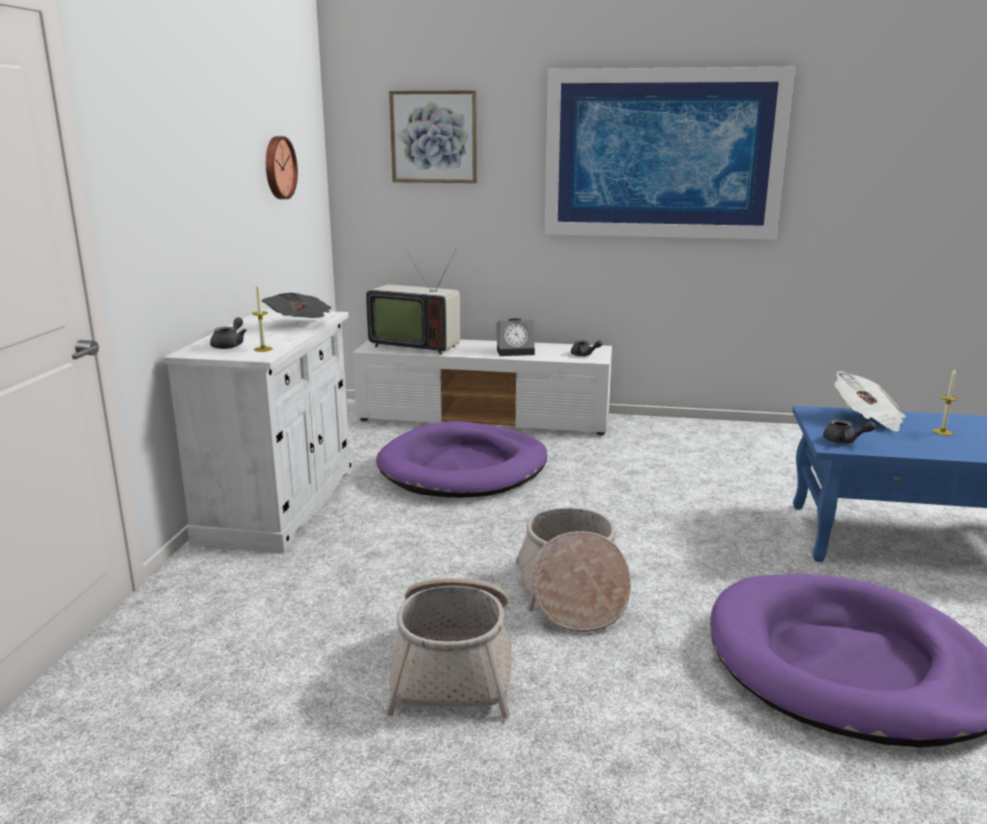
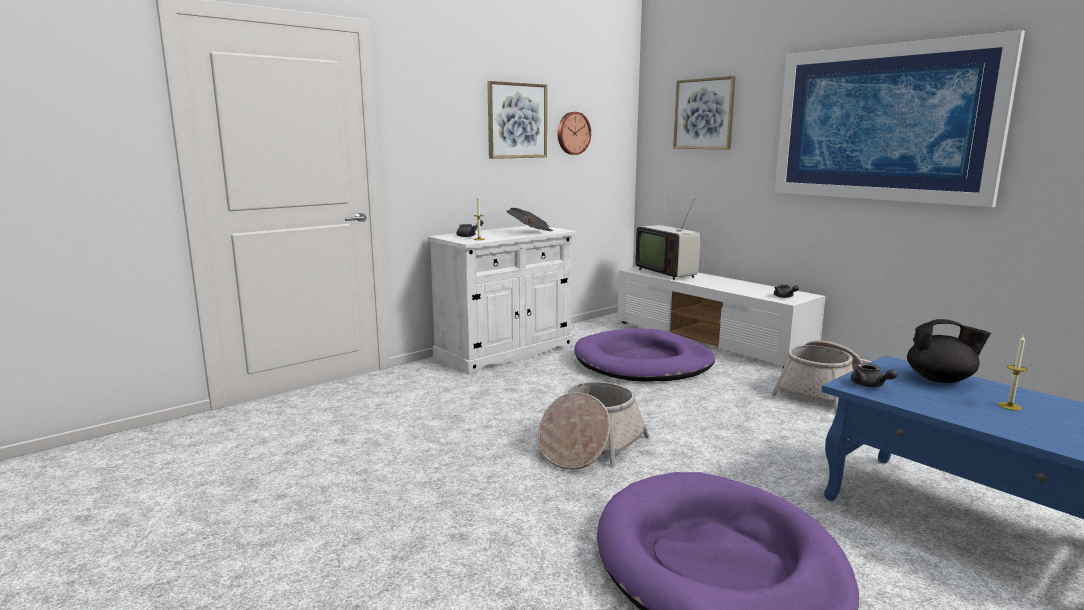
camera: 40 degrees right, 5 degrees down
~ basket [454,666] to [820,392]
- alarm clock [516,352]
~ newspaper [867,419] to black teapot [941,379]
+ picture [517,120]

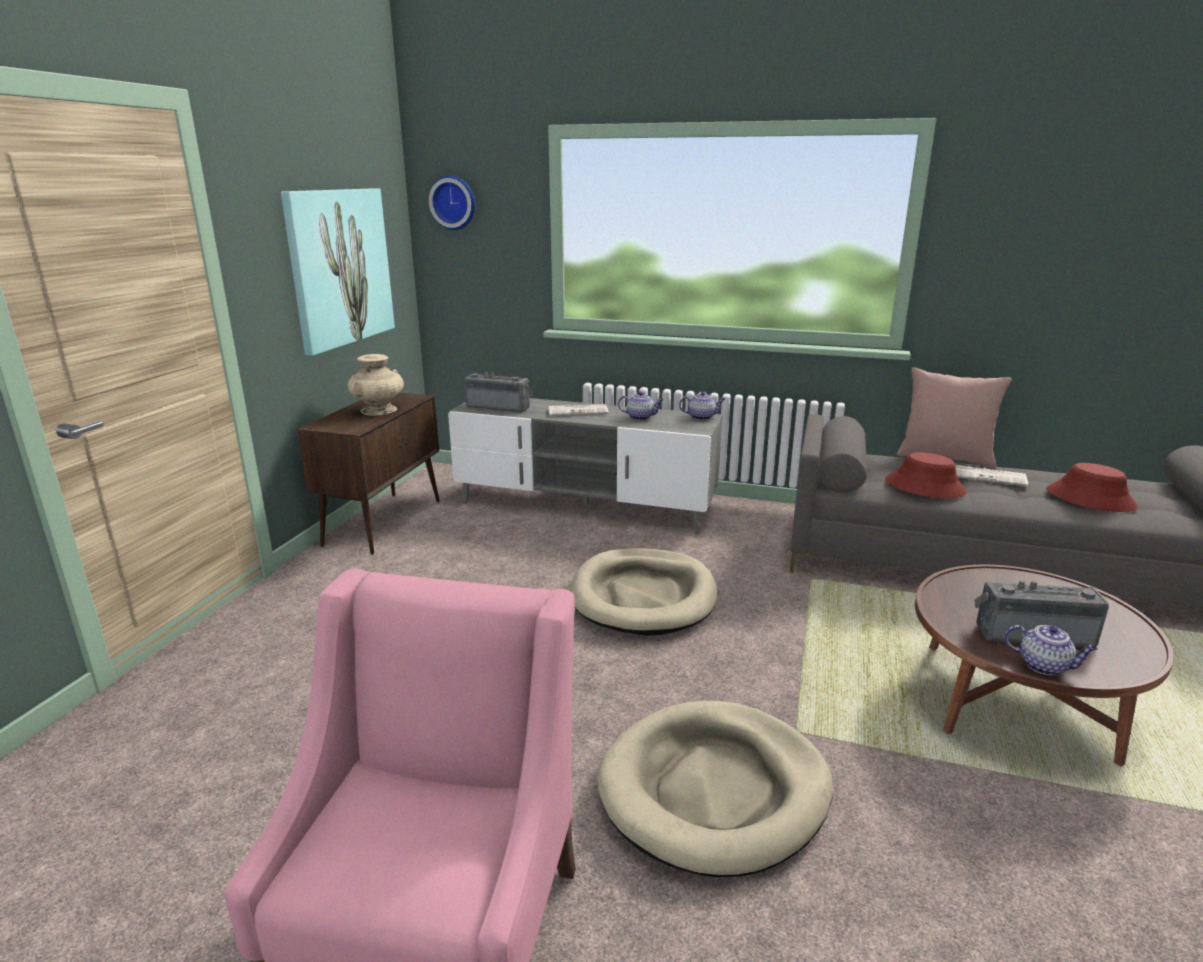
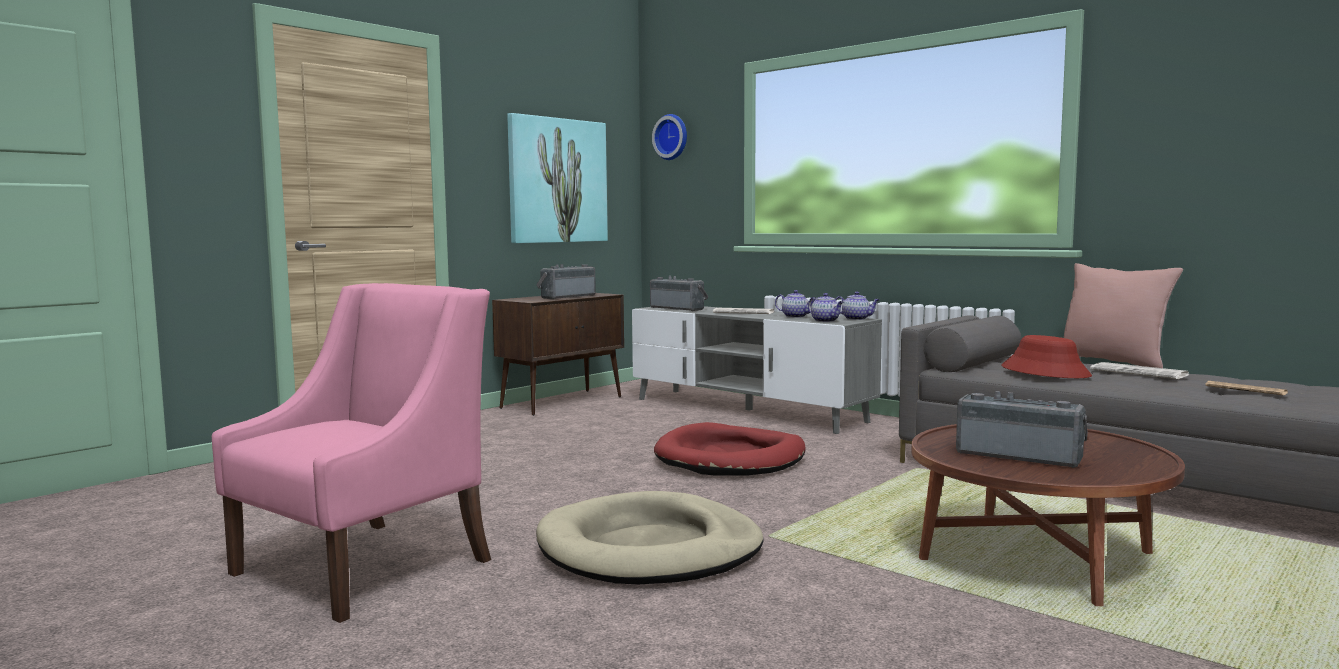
camera: 25 degrees right, 15 degrees down
~ beige vase [379,410] to radio [566,296]
~ beige dog bed [643,596] to red dog bed [731,458]
~ teapot [1044,666] to [826,321]
~ red hat [1090,499] to newspaper [1246,389]

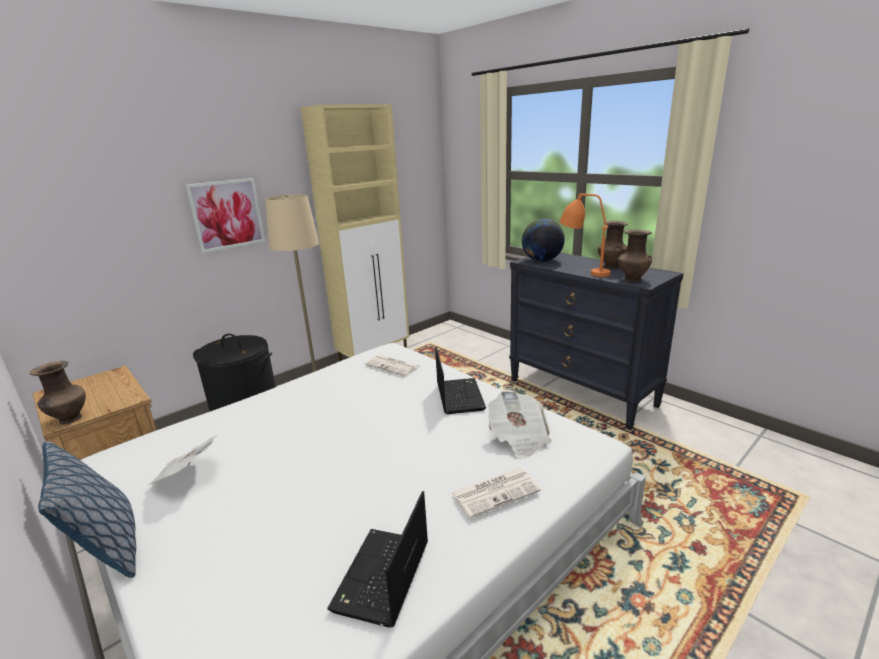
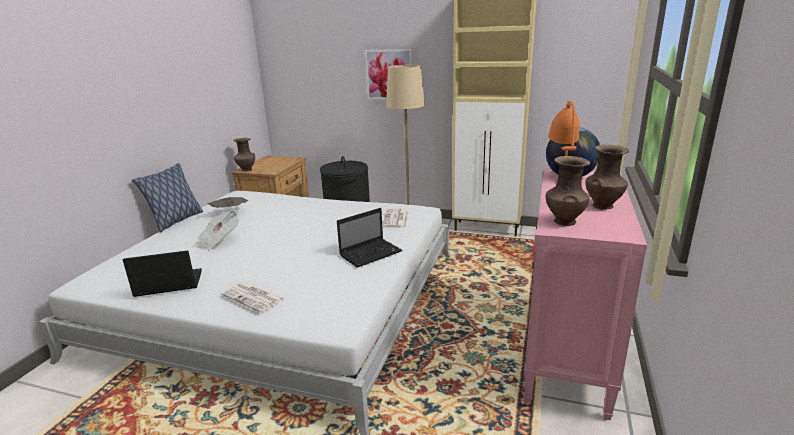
camera: 60 degrees right, 0 degrees up
~ newspaper [518,438] to [218,241]
~ black dresser [582,393] to pink dresser [566,351]

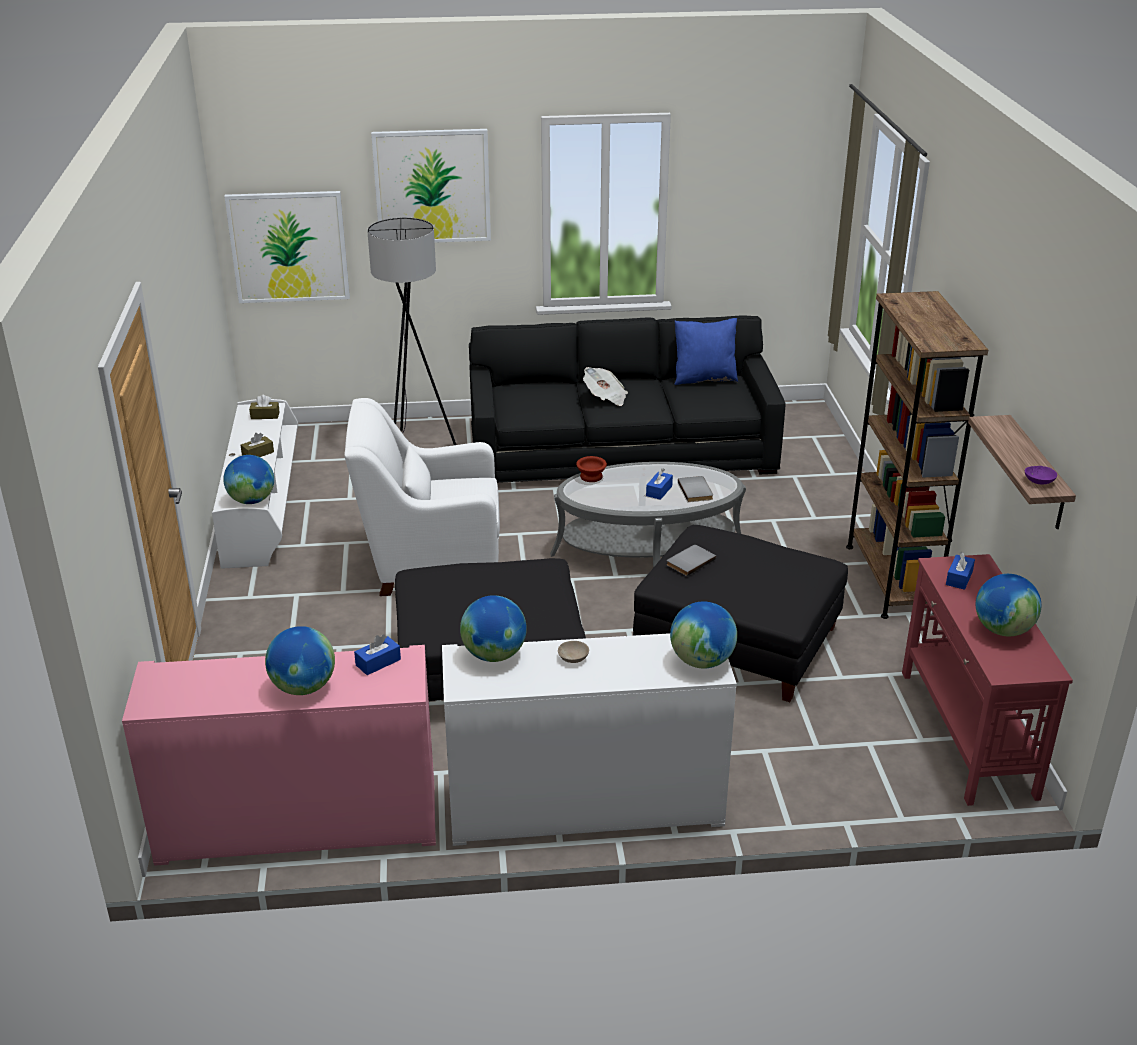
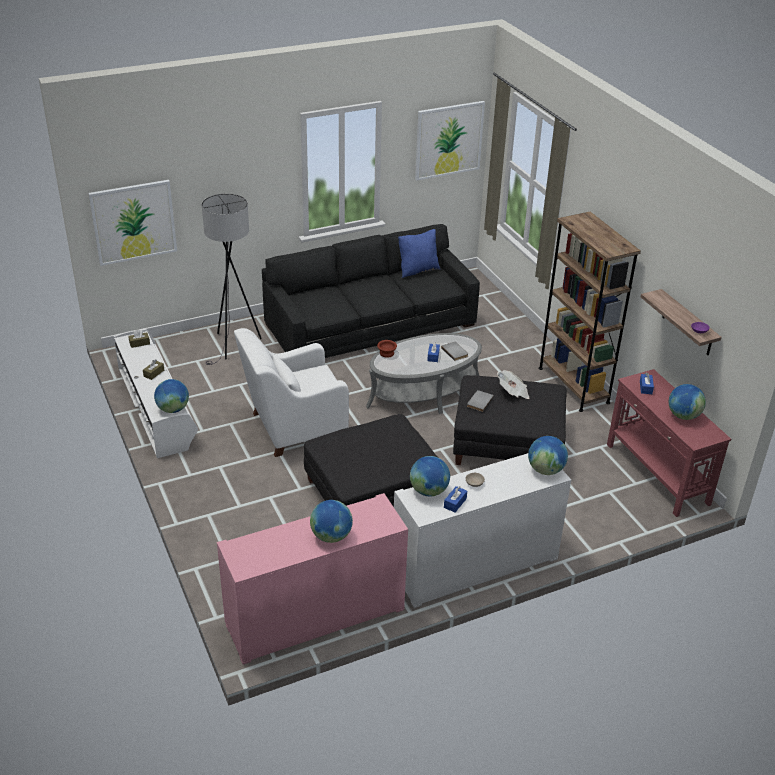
camera: 20 degrees left, 5 degrees up
~ blue tissue box [378,662] to [455,503]
~ picture [432,186] to [448,140]
~ newspaper [605,397] to [513,392]

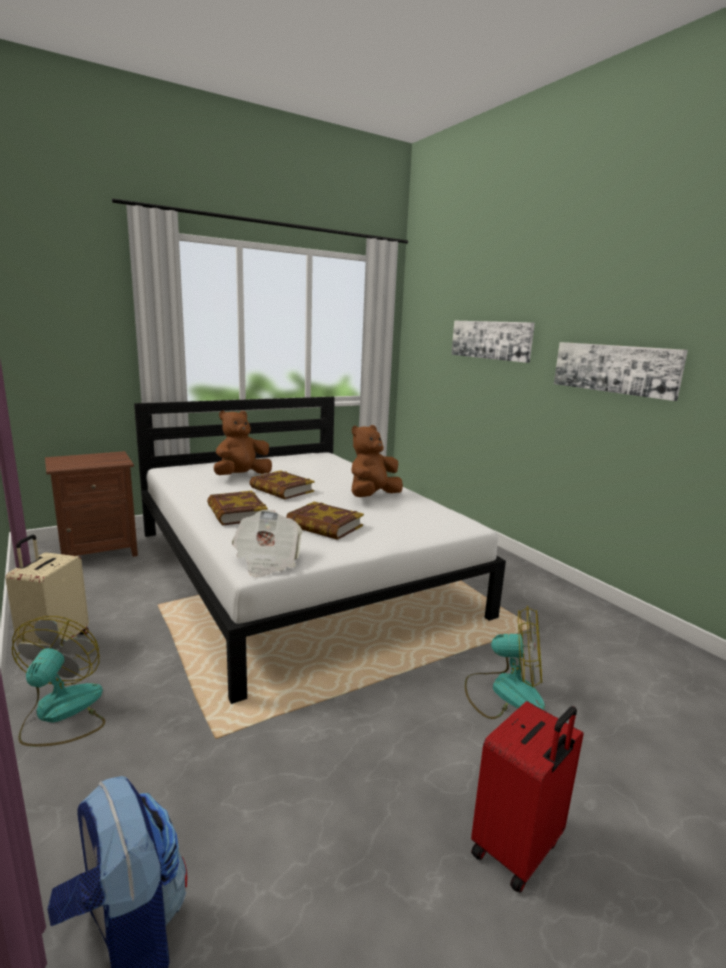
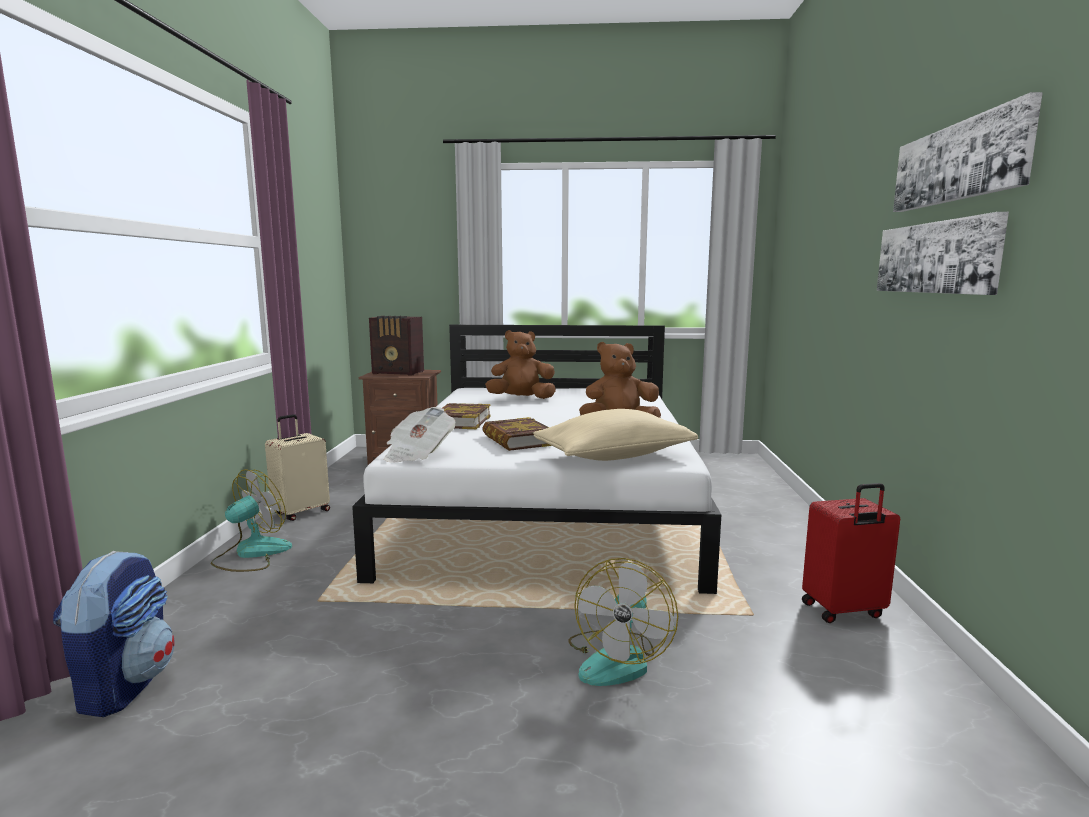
camera: 35 degrees right, 5 degrees down
- book [281,490]
~ picture [491,340] to [959,162]
~ fan [504,692] = [618,659] 60 degrees clockwise
~ red suitcase [518,849] to [843,611]
+ radio [398,373]
+ beige pillow [614,457]

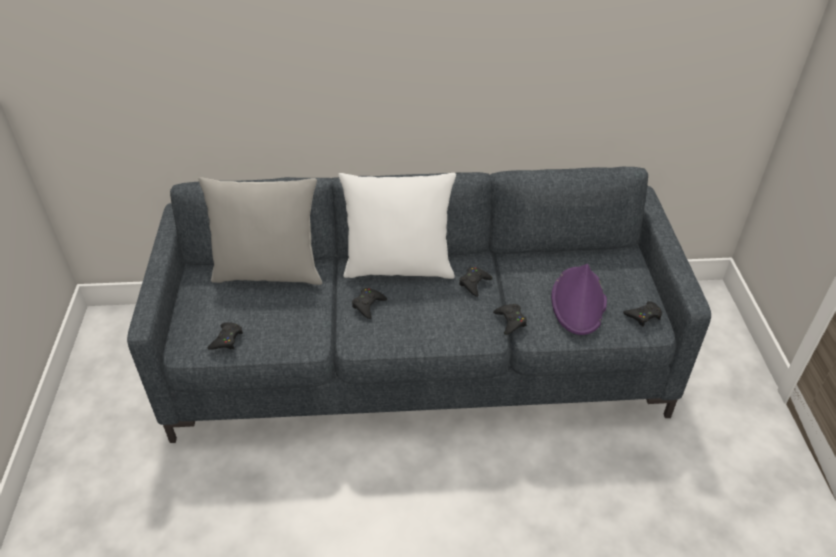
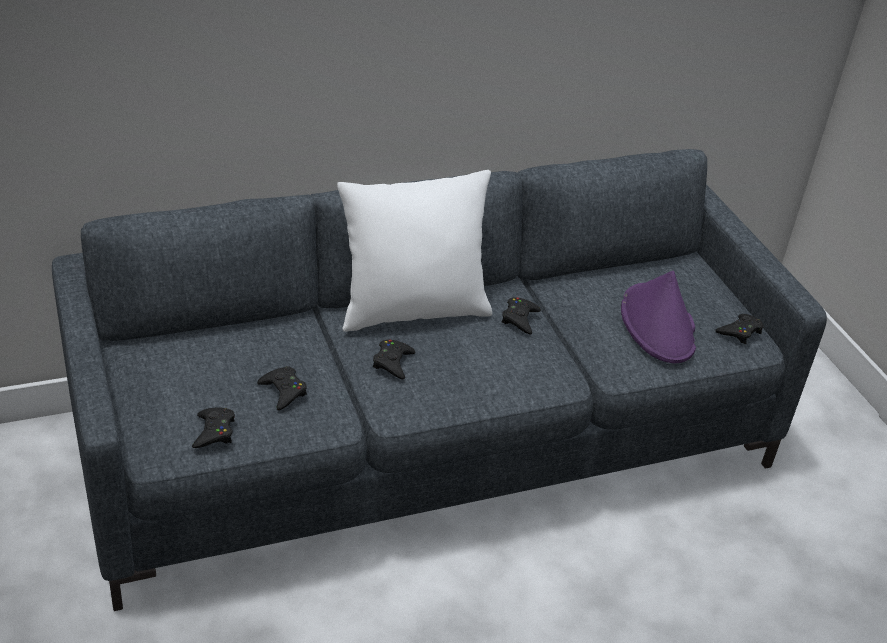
camera: 20 degrees left, 5 degrees down
- grey pillow [269,272]
~ black game controller [510,321] to [283,391]

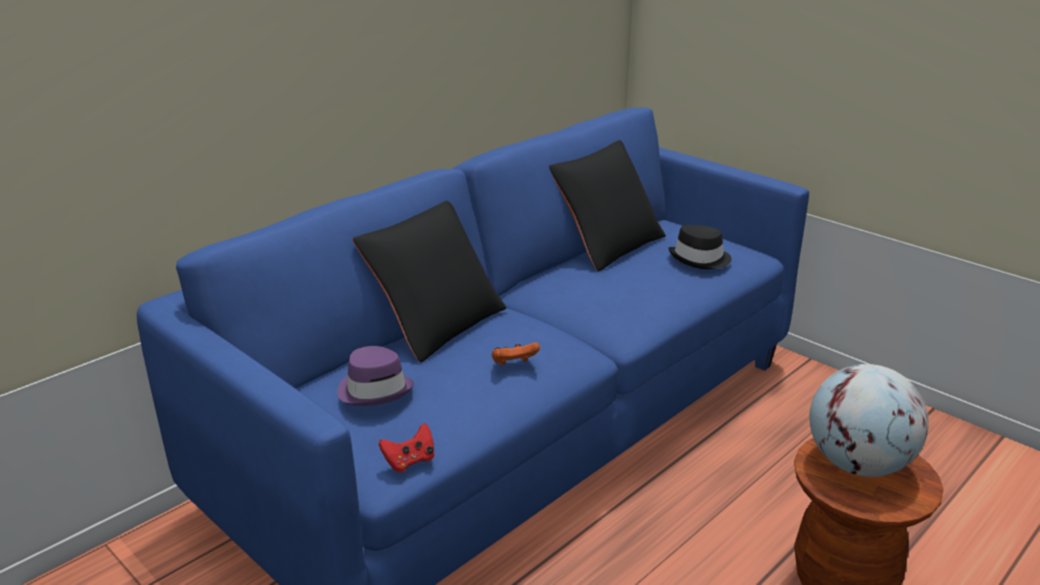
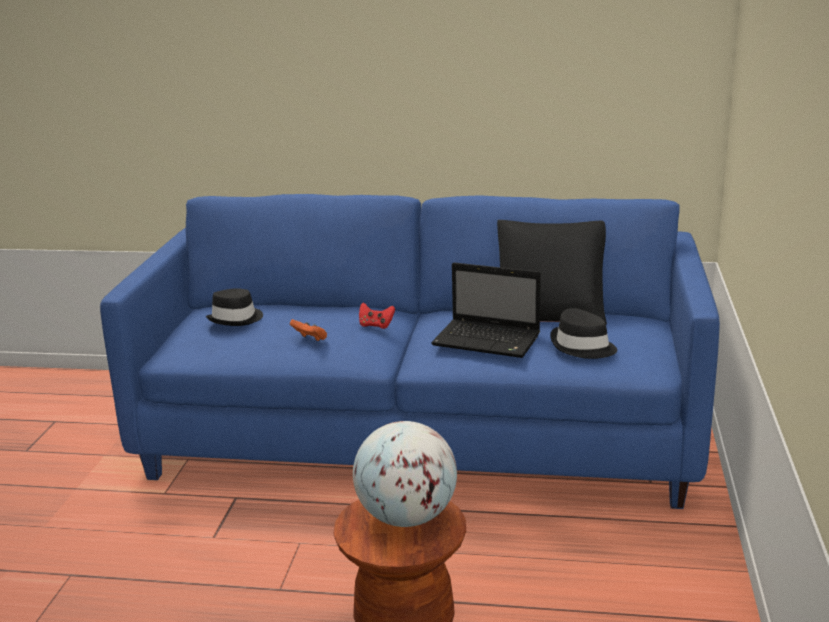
camera: 55 degrees right, 5 degrees down
~ purple hat [375,389] to black hat [236,319]
- black pillow [436,323]
~ red game controller [410,461] to [376,325]
+ laptop [489,340]

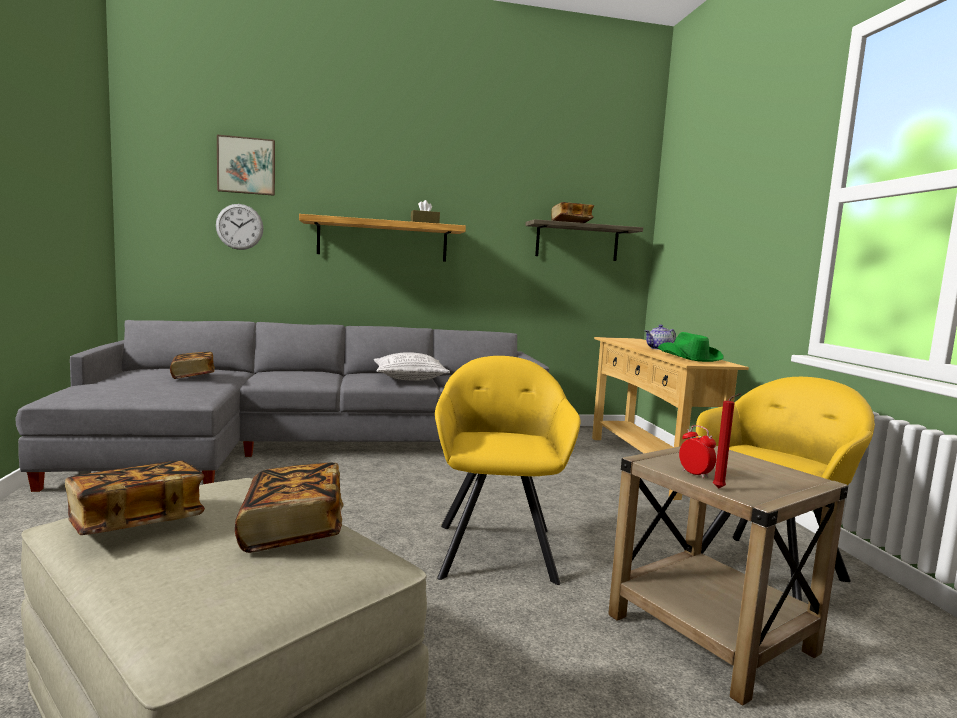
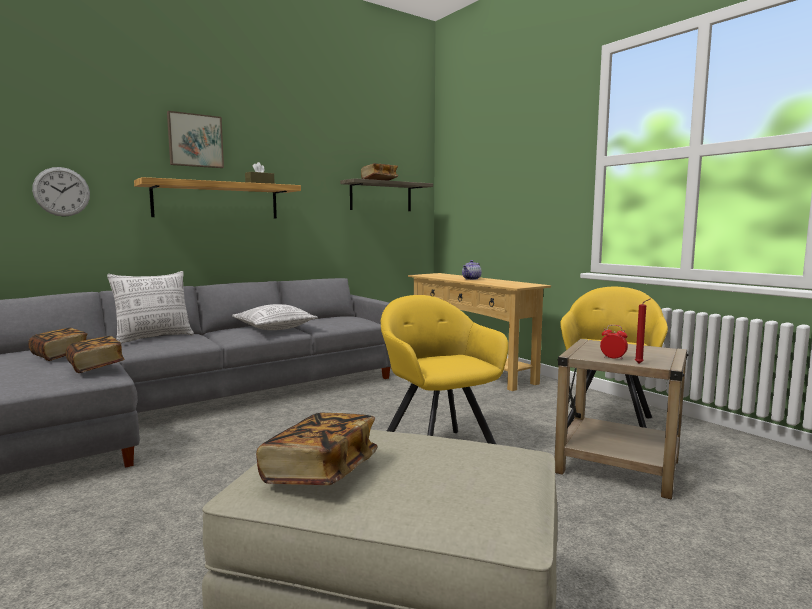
camera: 25 degrees left, 0 degrees up
~ picture [247,166] to [195,140]
~ book [293,530] to [96,367]
- green hat [688,357]
+ pillow [154,338]

